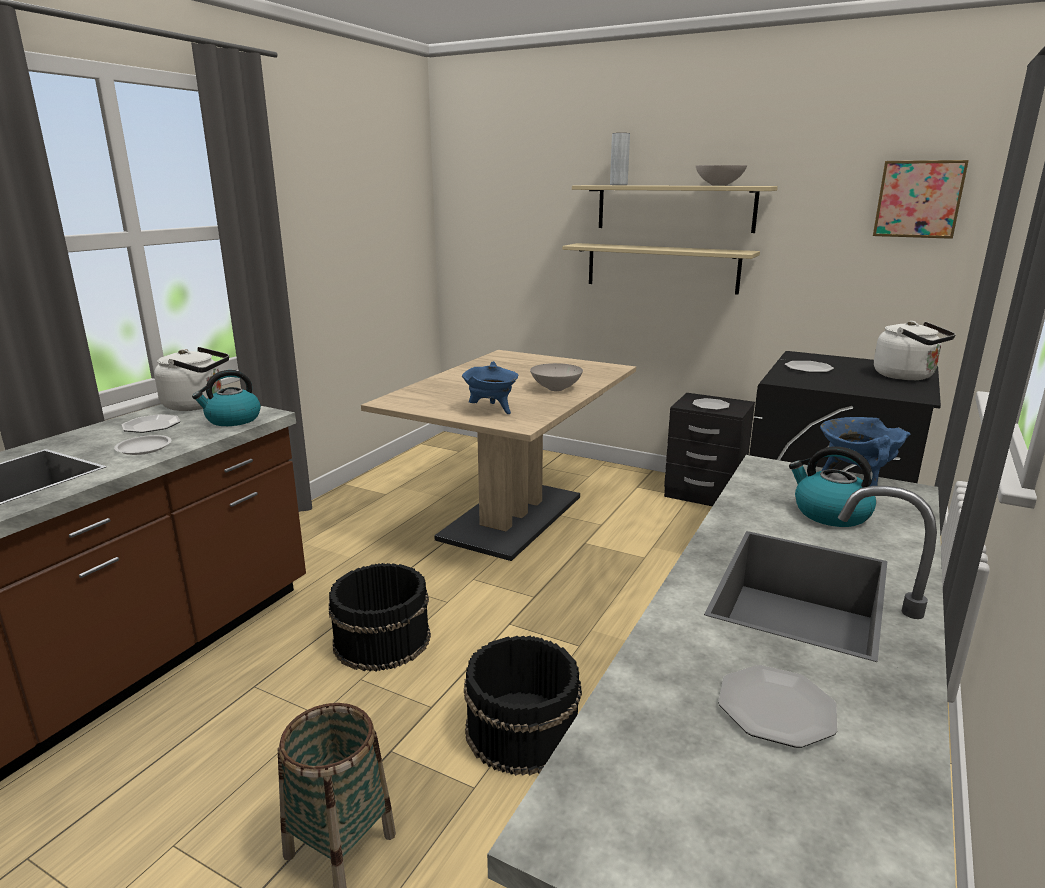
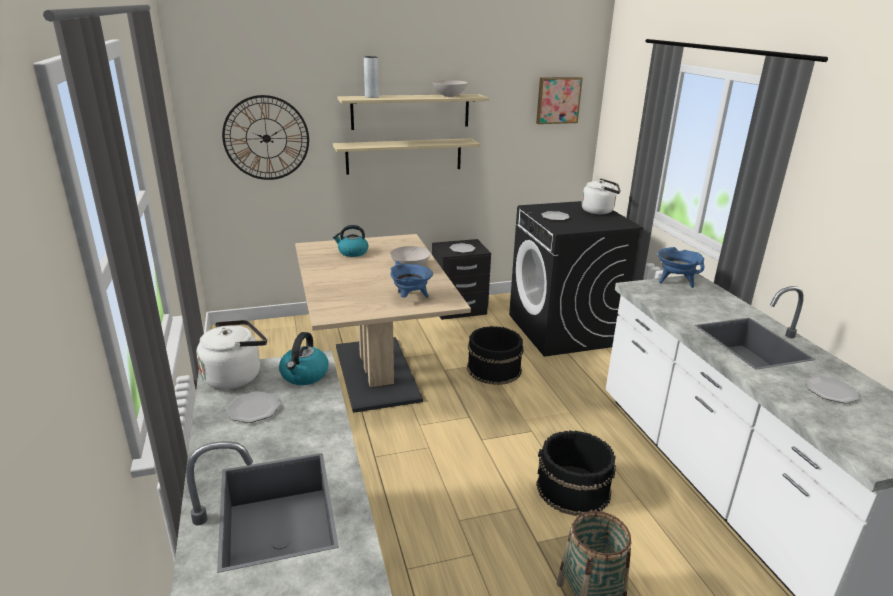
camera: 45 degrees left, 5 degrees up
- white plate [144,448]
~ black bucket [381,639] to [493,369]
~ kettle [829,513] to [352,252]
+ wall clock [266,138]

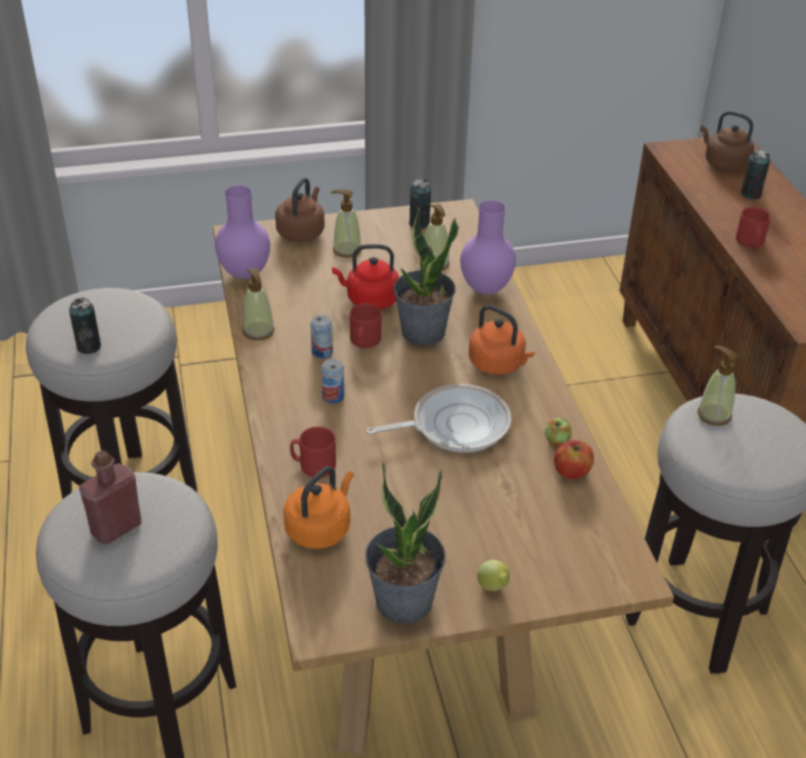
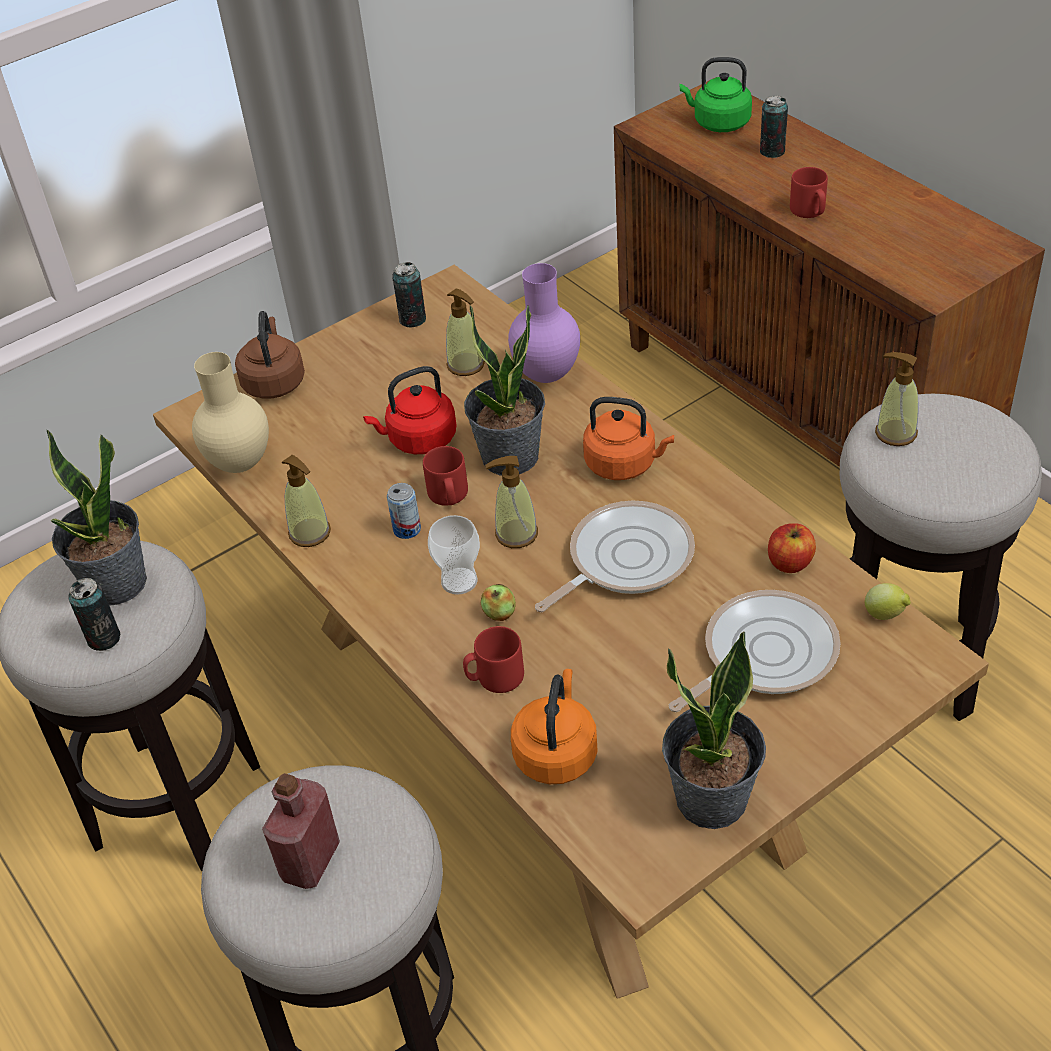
camera: 20 degrees left, 5 degrees up
~ purple vase [244,275] to beige vase [239,465]
~ can [333,397] to cup [459,581]
~ soap dispenser [347,250] to [516,534]
~ lemon [493,588] to [885,615]
~ apple [557,441] to [499,613]
~ brown kettle [723,163] to green kettle [718,123]
+ potted plant [116,584]
+ frying pan [763,654]

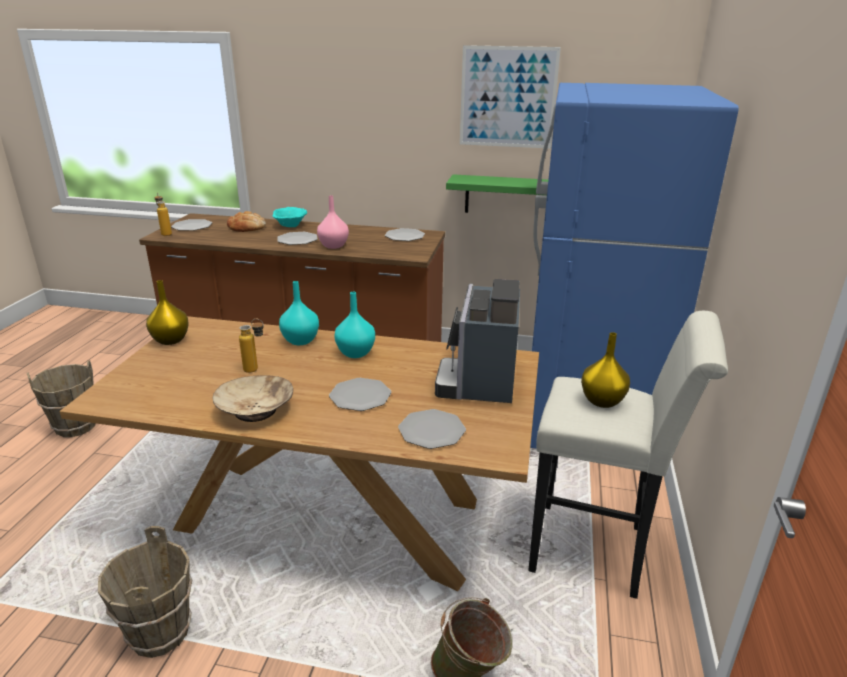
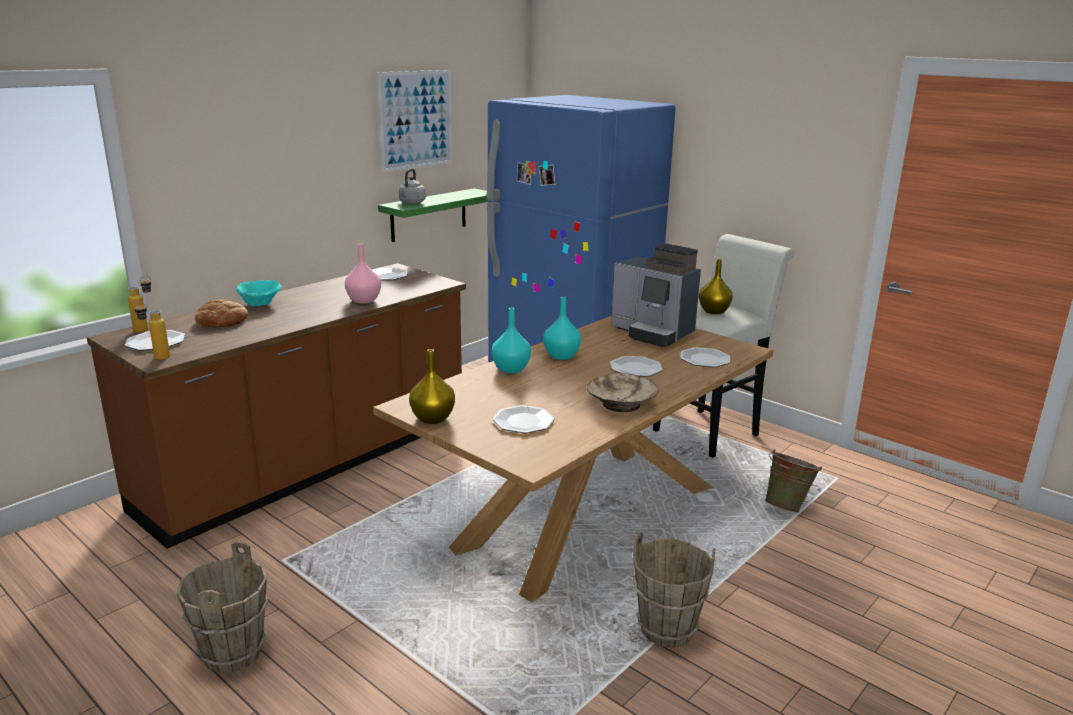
camera: 60 degrees left, 5 degrees down
~ bottle [256,370] to [146,329]
~ plate [297,240] to [523,421]
+ grey kettle [411,203]

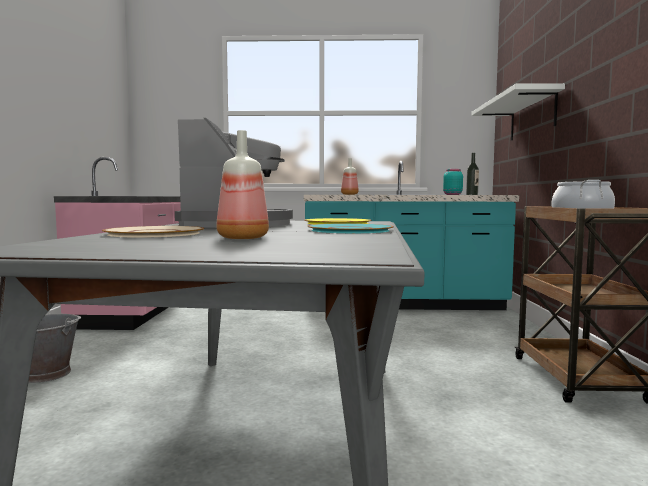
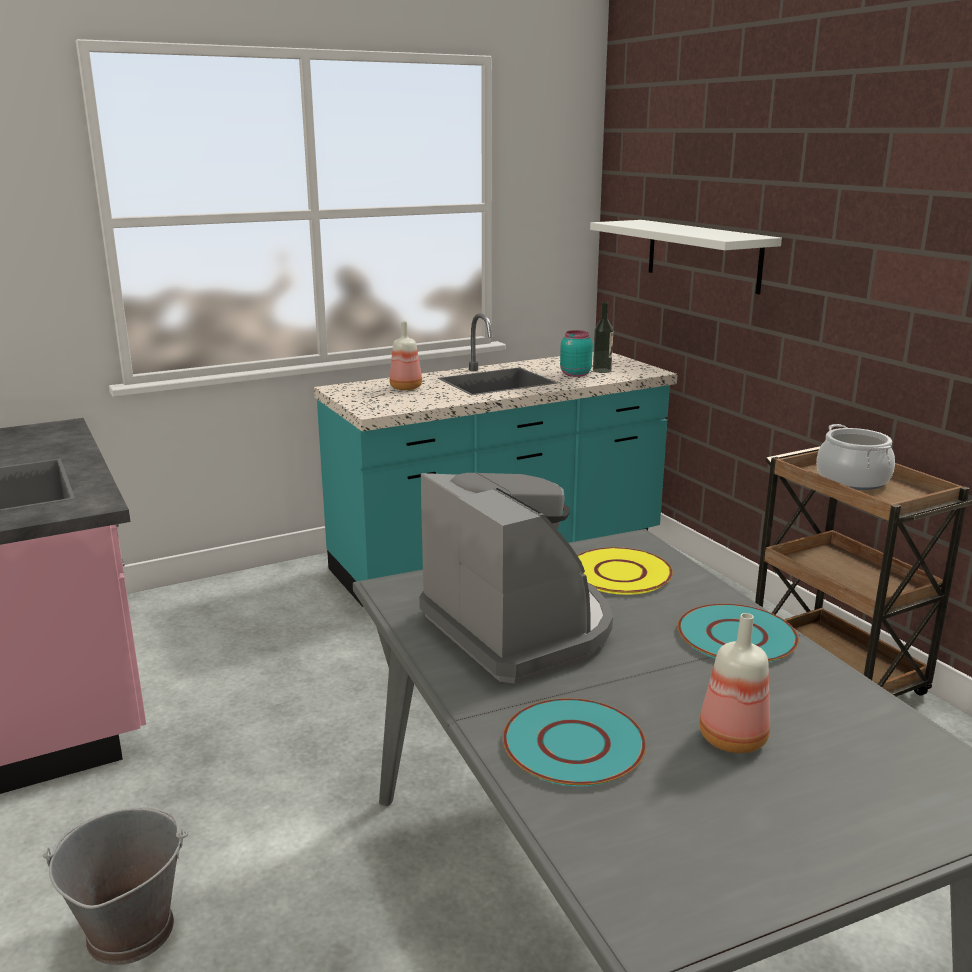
camera: 30 degrees left, 15 degrees up
~ beige plate [155,233] to turquoise plate [573,744]

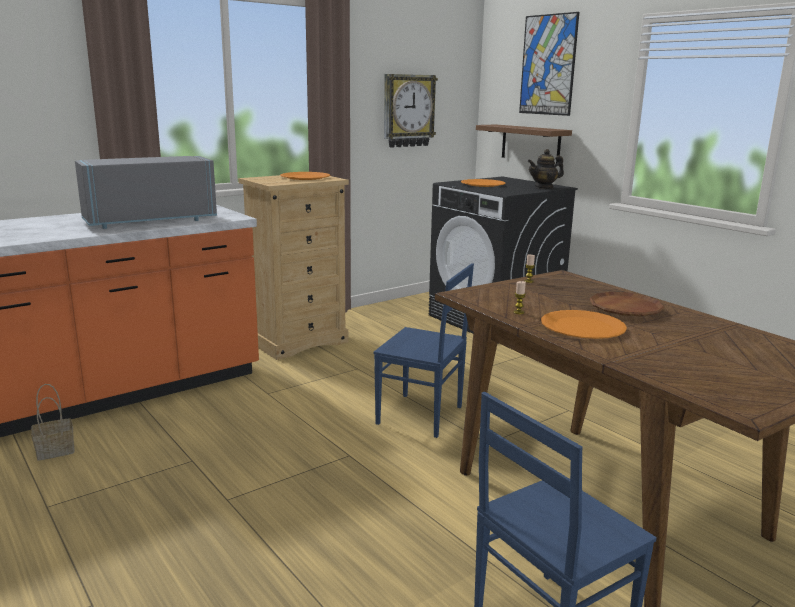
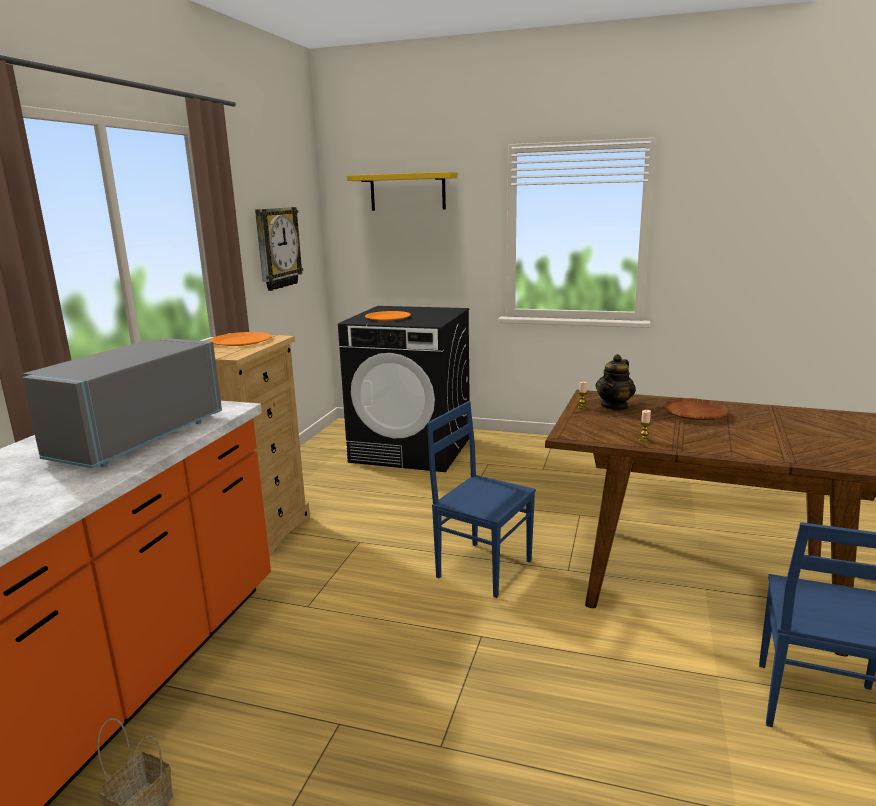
camera: 35 degrees left, 0 degrees up
~ blue chair [420,416] = [483,567] 135 degrees counterclockwise
- brown shelf [530,144]
~ picture [548,65] to yellow shelf [407,192]
~ teapot [544,187] to [614,406]
- orange plate [583,327]

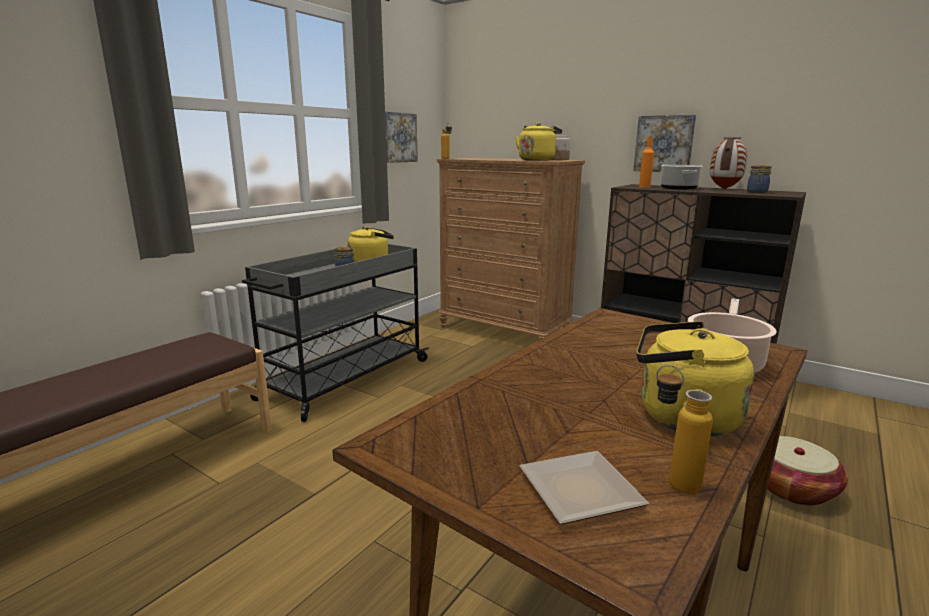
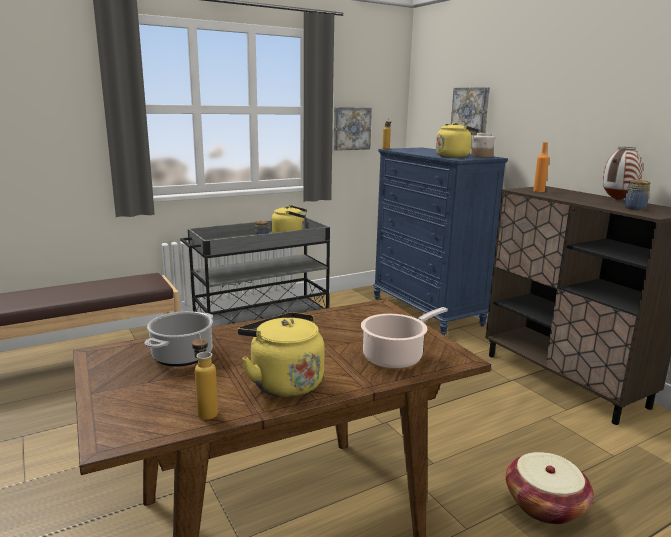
camera: 25 degrees right, 0 degrees up
~ brown dresser [504,331] to blue dresser [427,311]
- plate [584,492]
~ picture [664,144] to [471,111]
~ cooking pot [679,188] to [182,356]

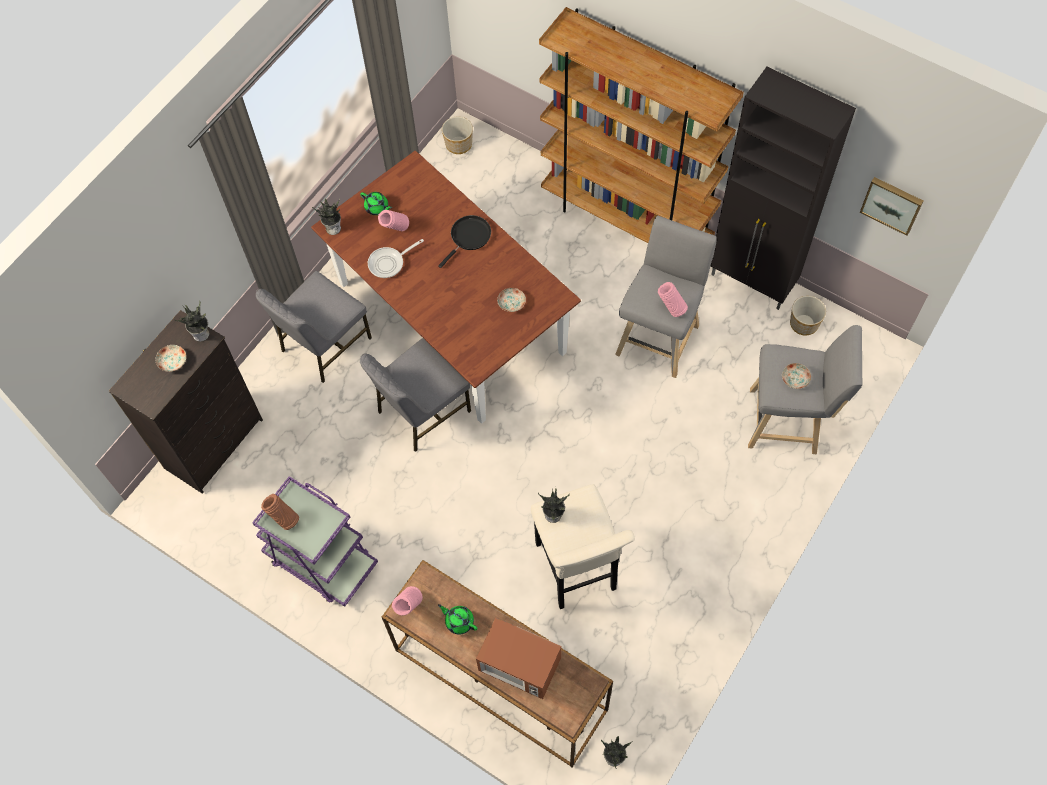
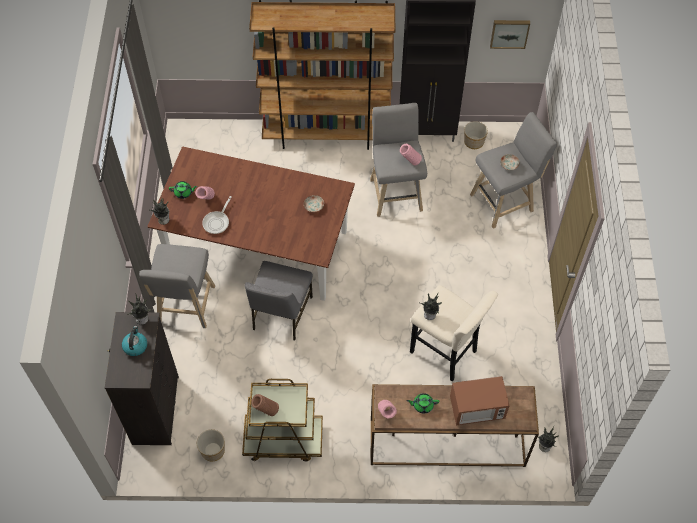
camera: 35 degrees left, 5 degrees down
~ plate [172,361] to kettle [135,346]
~ purple cart [321,560] to brown cart [283,440]
~ grey chair [324,344] to grey stool [185,307]
- black frying pan [469,237]
~ planter [459,144] to [213,450]

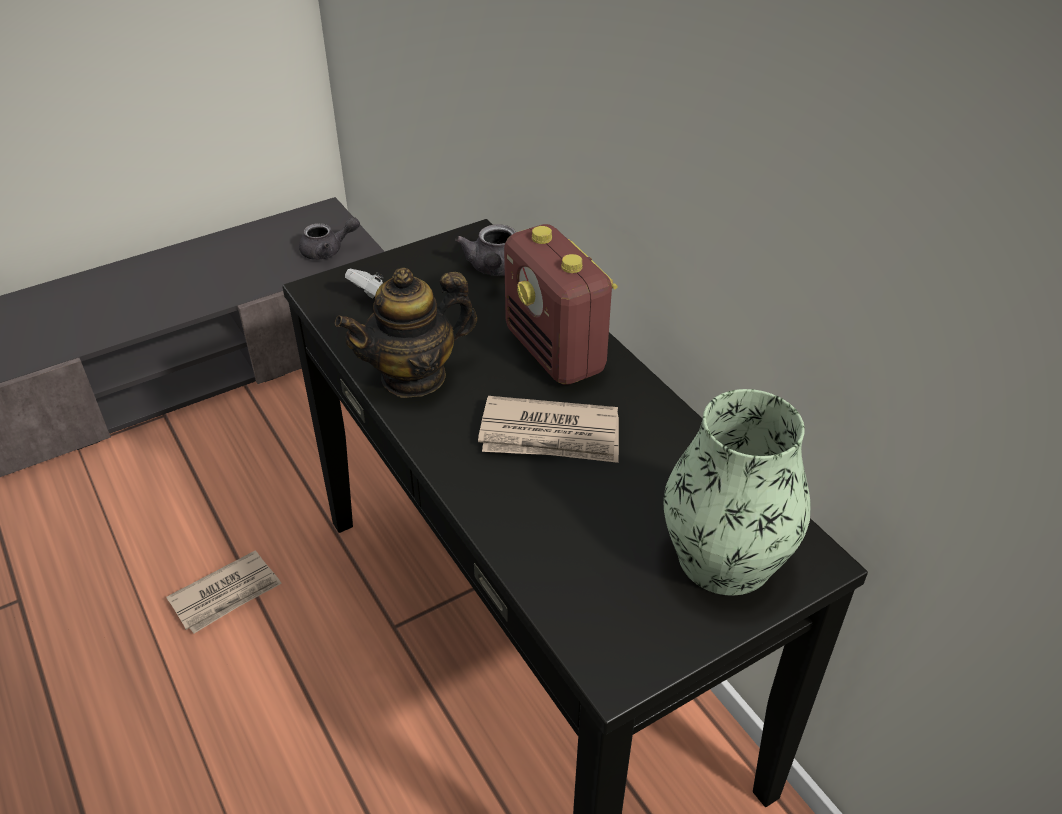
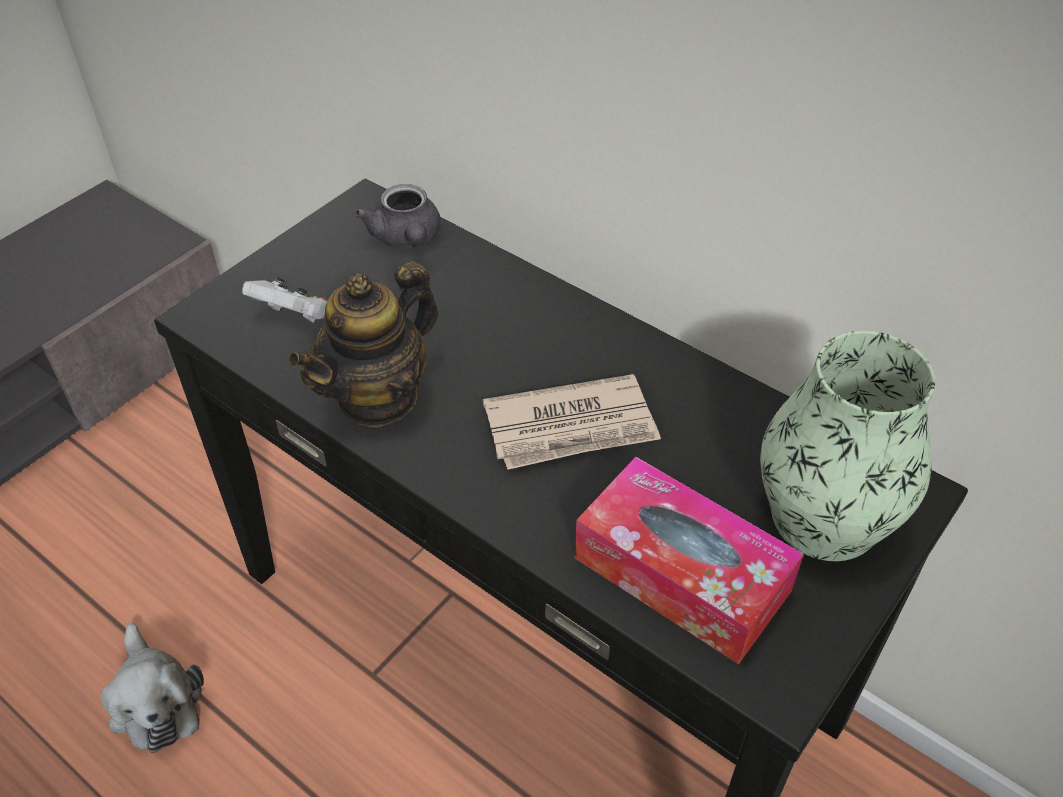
camera: 20 degrees left, 5 degrees up
~ newspaper [226,594] to plush toy [155,700]
- grey teapot [328,251]
- radio [556,352]
+ tissue box [681,574]

